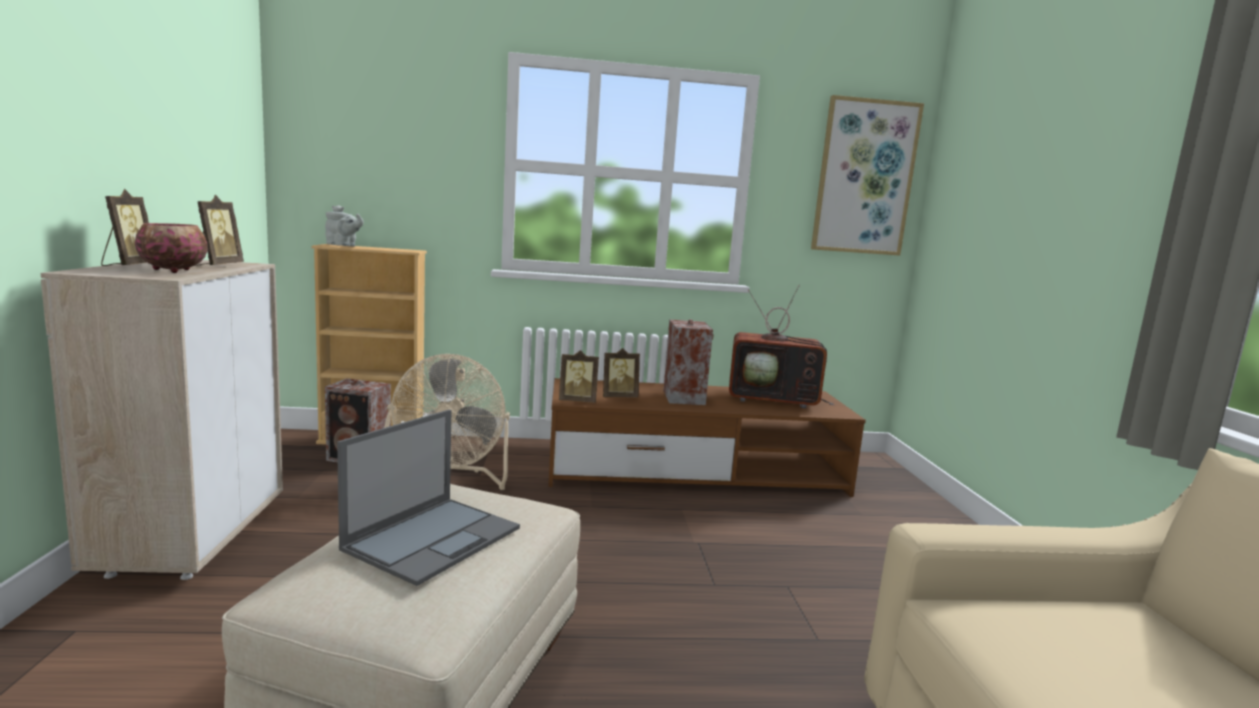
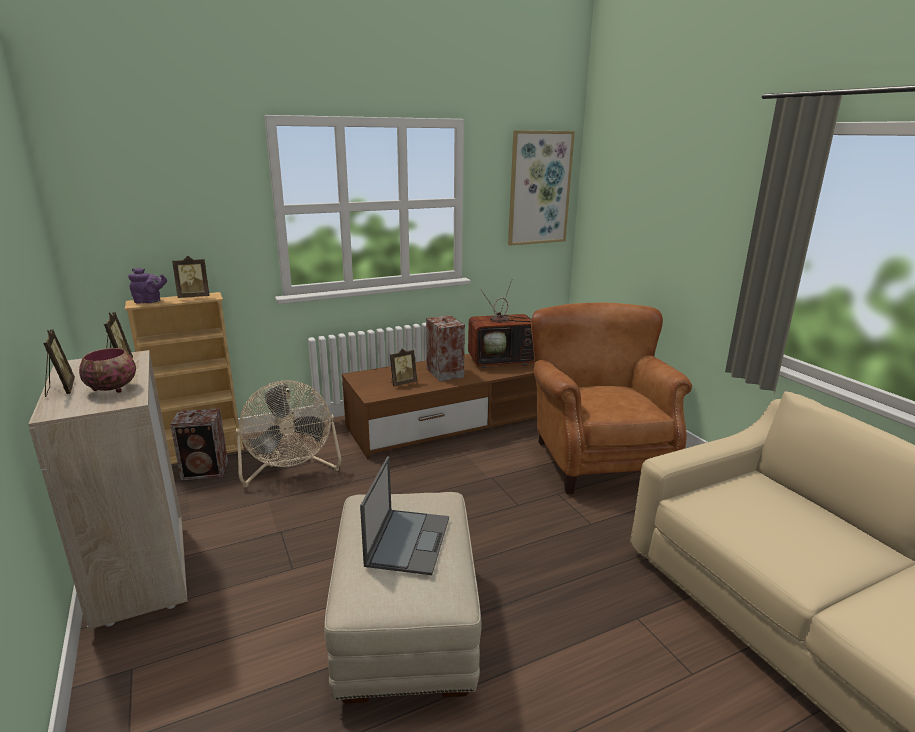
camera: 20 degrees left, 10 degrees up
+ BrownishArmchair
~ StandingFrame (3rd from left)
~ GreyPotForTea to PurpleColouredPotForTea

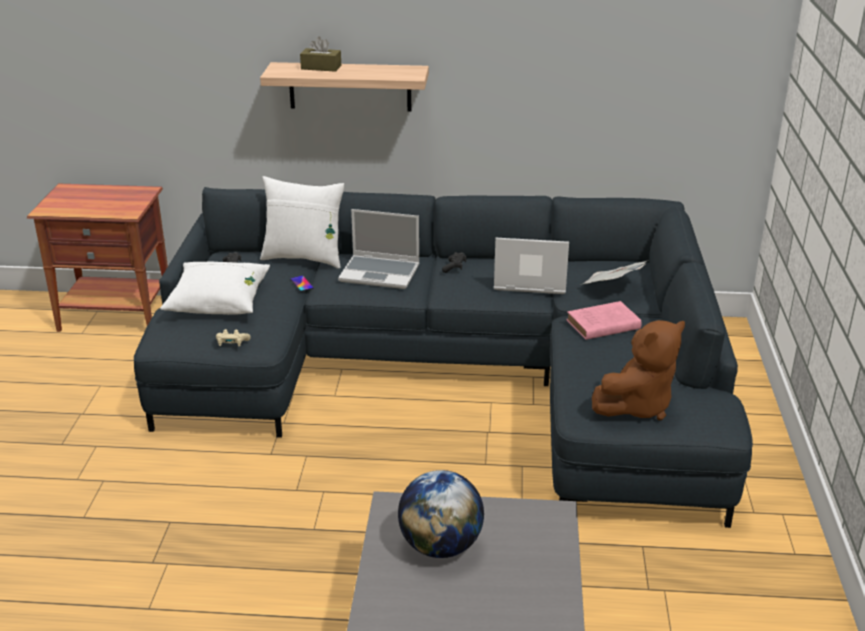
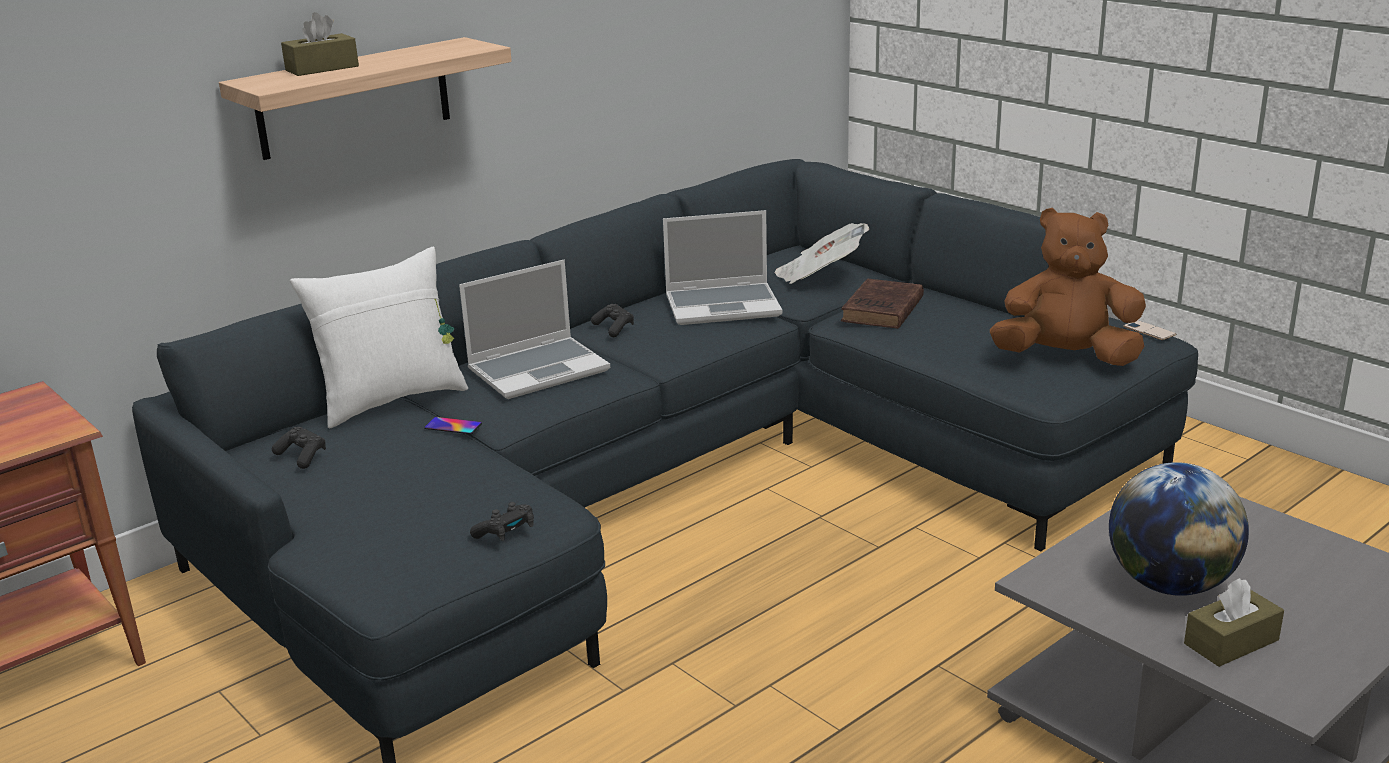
camera: 45 degrees left, 5 degrees down
- WhiteThrowPillow (1st from left)
+ Handset (2nd from left)
+ BrownishTissueHolder (2nd from left)
~ SandColouredGameController to BlackGameController (2nd from left)
~ PinkBook to BrownishBook
~ NotebookComputer (2nd from left) 150 degrees counterclockwise
~ BrownishCuddlyToy 90 degrees counterclockwise

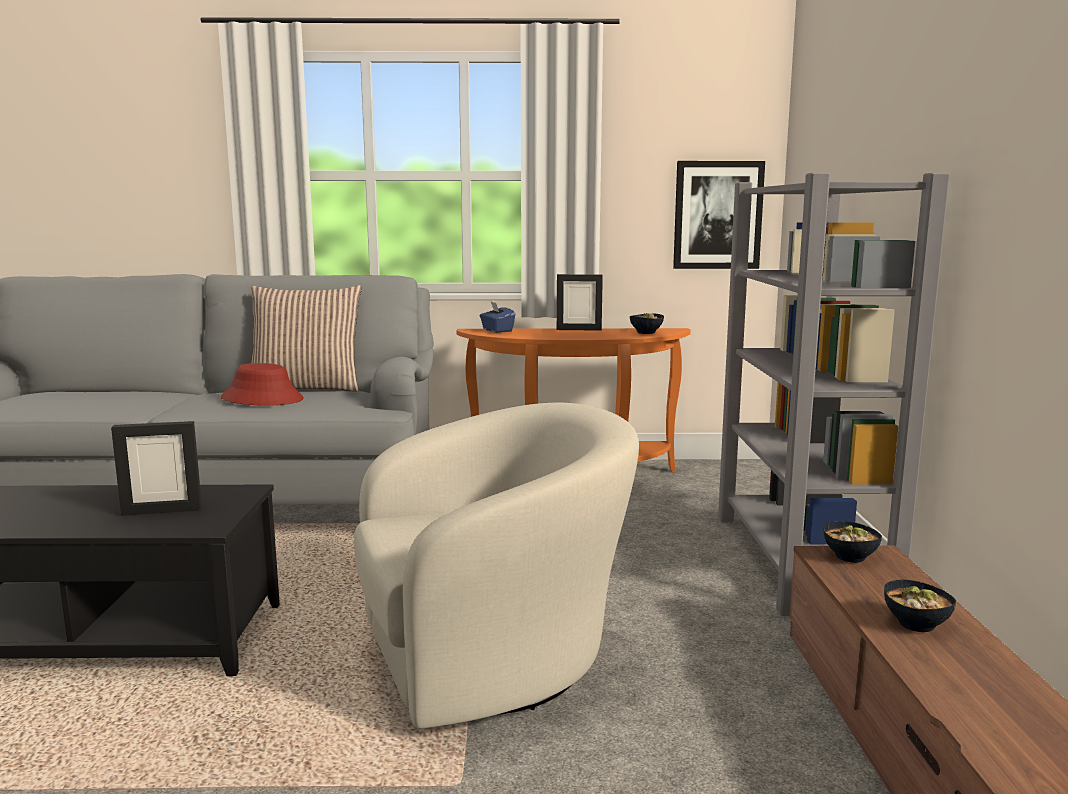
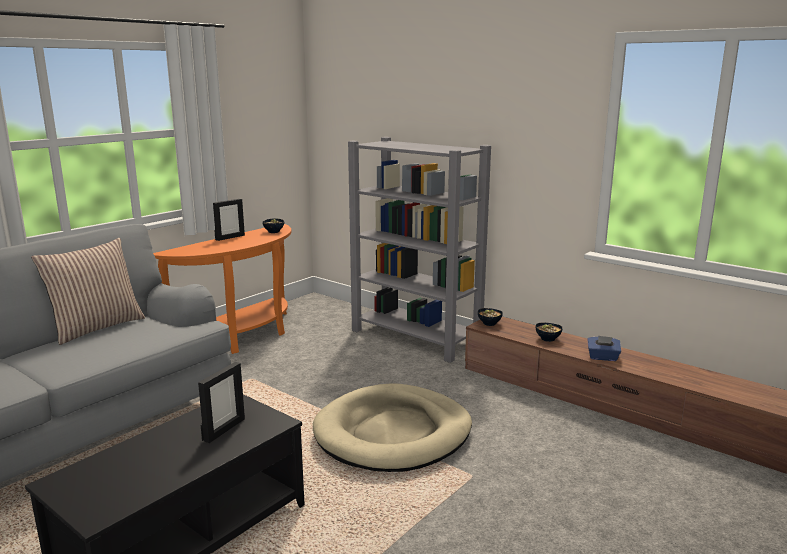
camera: 50 degrees left, 5 degrees up
- ReddishHat
- Picture
~ BlueColouredTissueHolder
~ SandColouredArmchair to SandColouredDogCushion

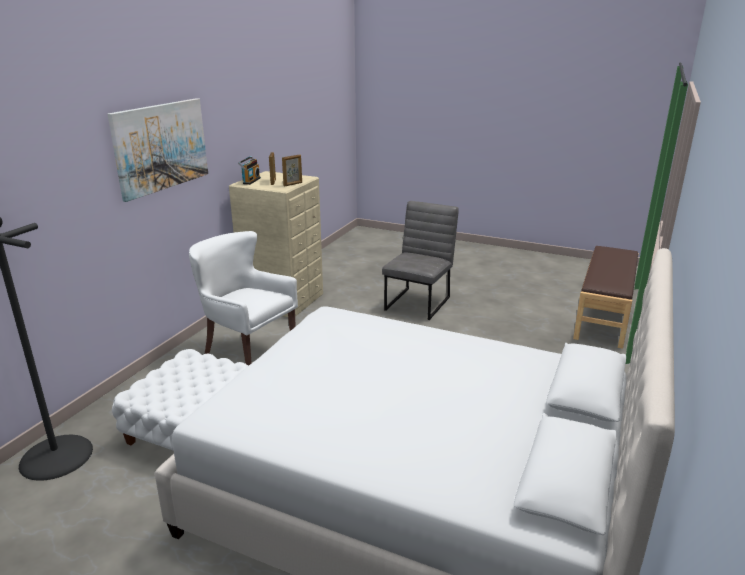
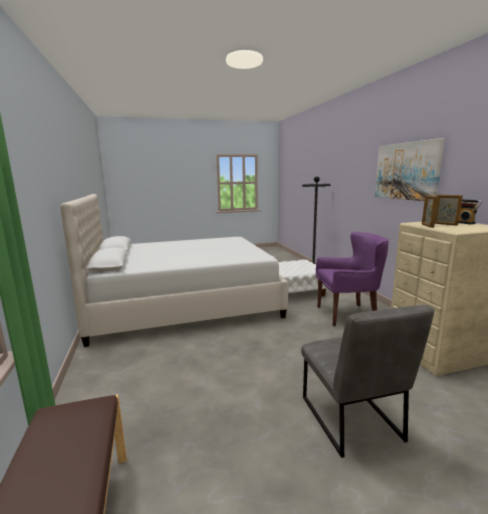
camera: 140 degrees right, 10 degrees down
~ WhiteArmchair to PurpleColouredArmchair

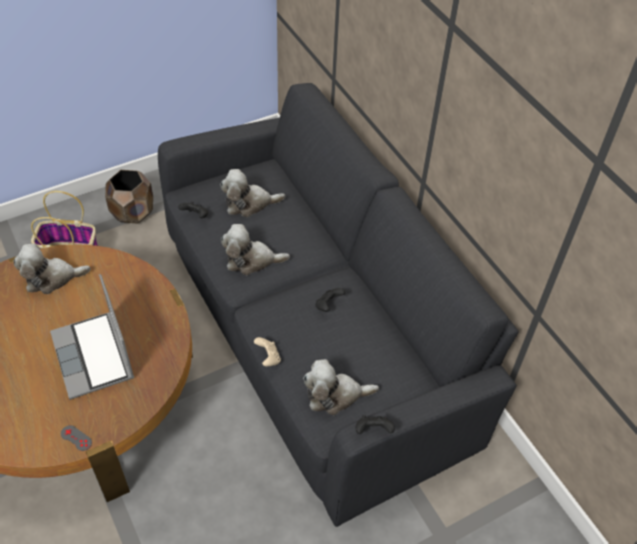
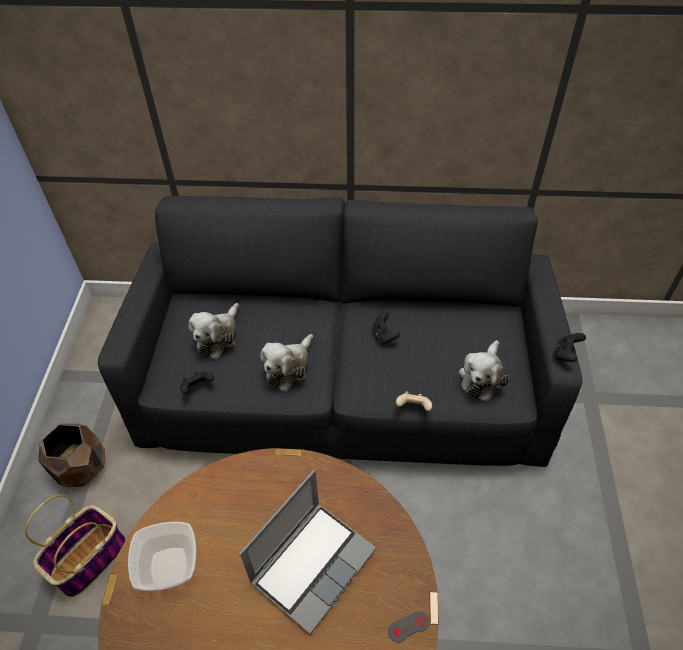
camera: 55 degrees left, 0 degrees up
~ CuddlyToy (1st from left) to Bowl
~ NotebookComputer 60 degrees counterclockwise

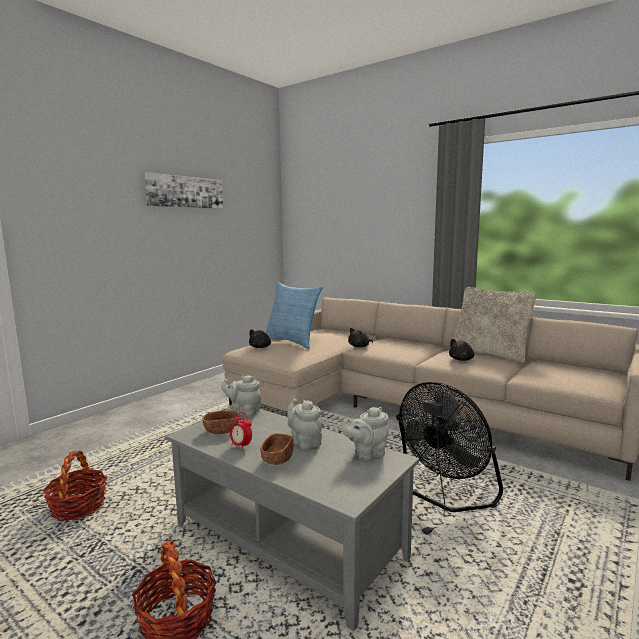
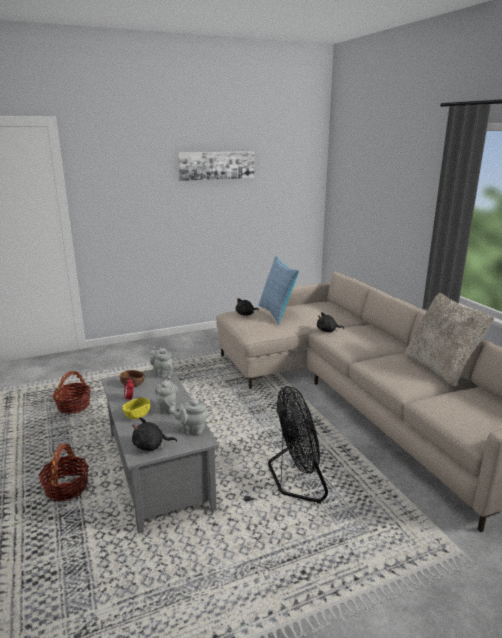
camera: 30 degrees right, 10 degrees up
~ BlackCuddlyToy (3rd from left in the first image) to BlackCuddlyToy (1st from left)
~ BrownishBowl (2nd from left) to YellowBowl

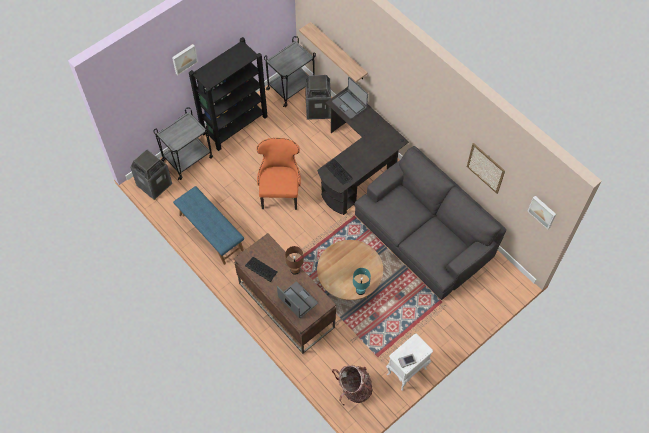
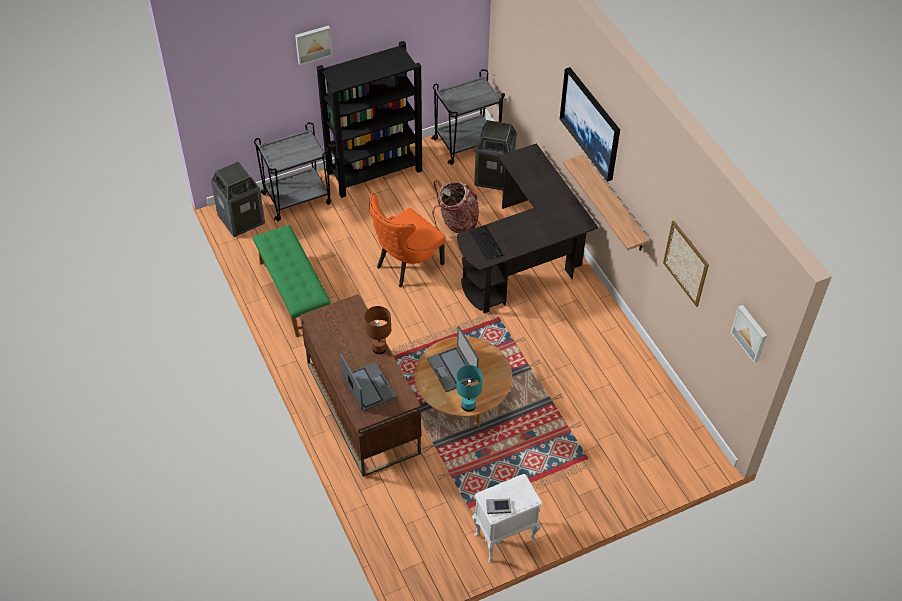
camera: 15 degrees right, 10 degrees down
- ComputerKeyboard (1st from left)
- GreySettee
+ Picture (2nd from left)
~ BracketShelf
~ NotebookComputer (2nd from left)
~ Rucksack
~ BlueColouredIndoorBench to GreenishIndoorBench
~ OrangeColouredChair 150 degrees counterclockwise

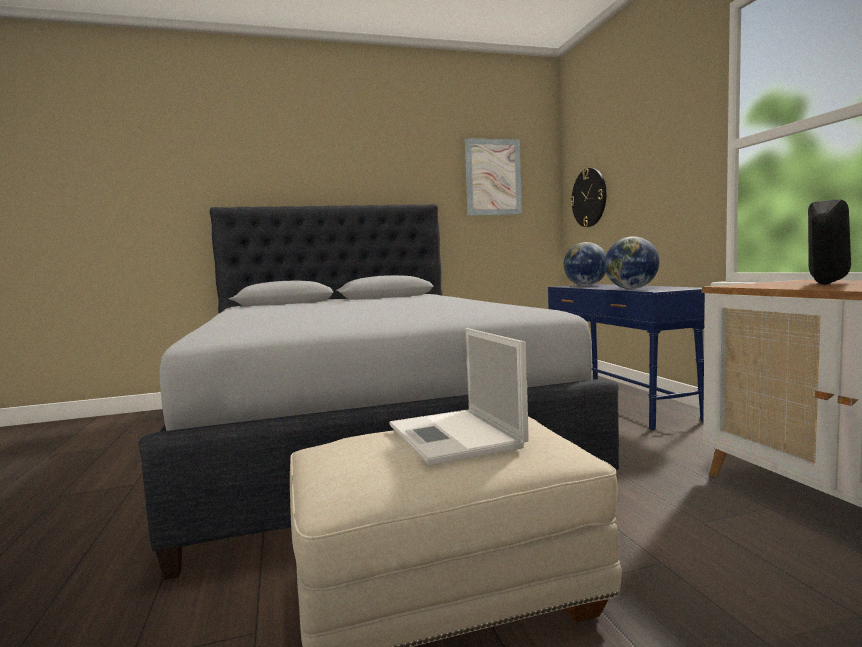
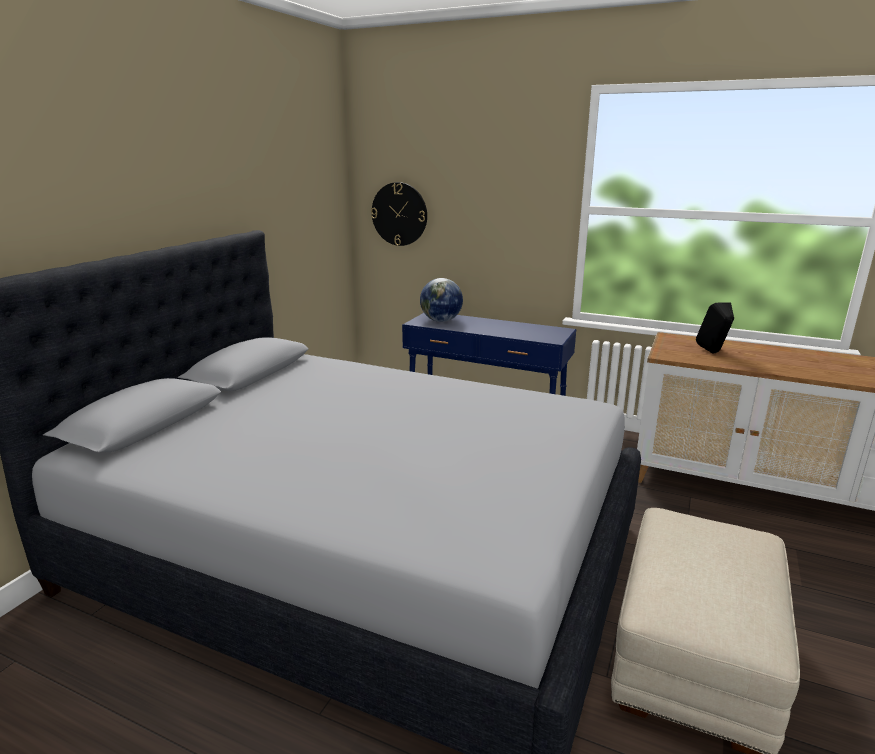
camera: 50 degrees left, 15 degrees up
- NotebookComputer
- Picture
- Globe (2nd from left)

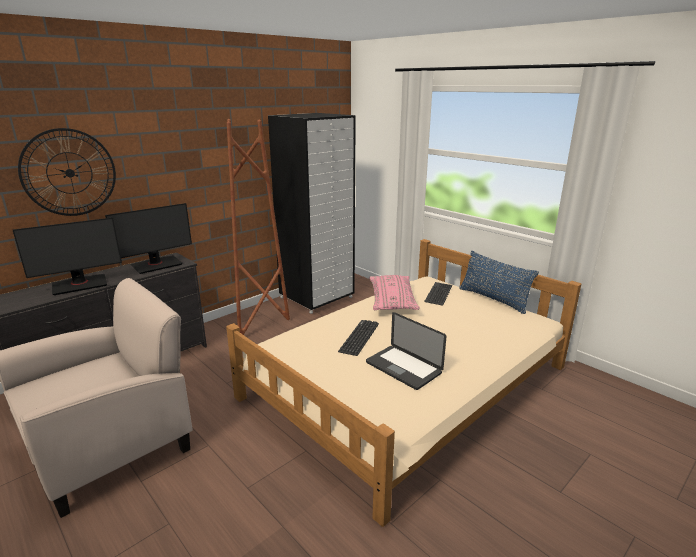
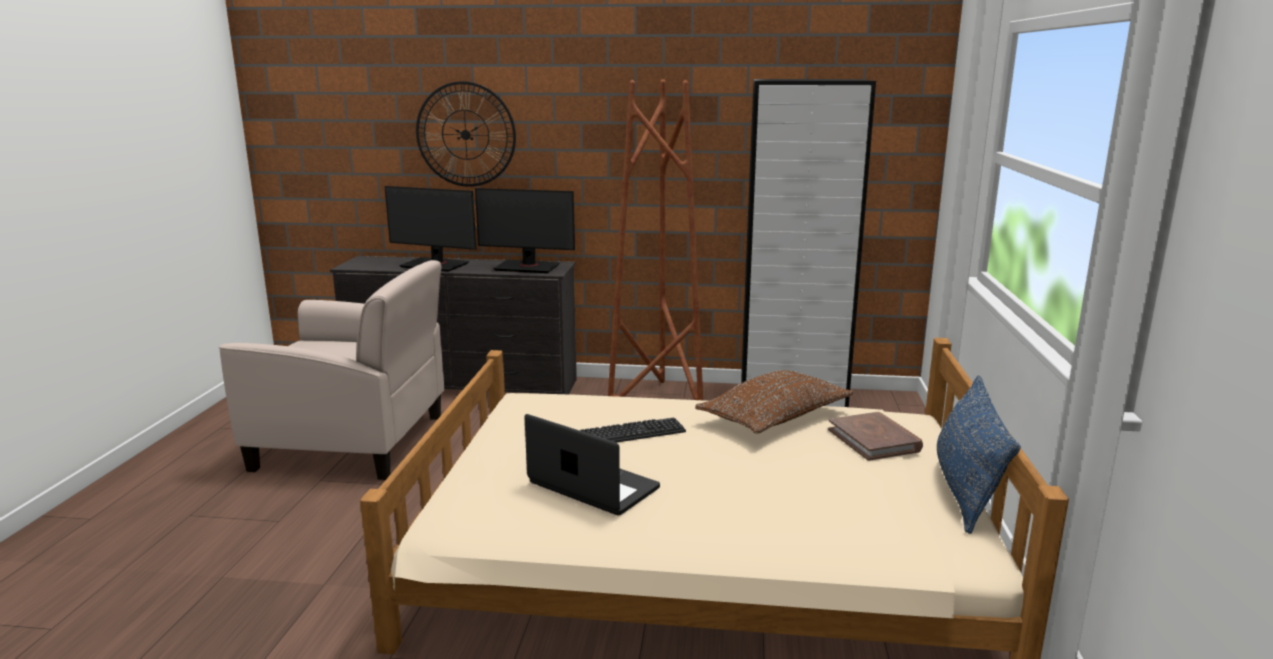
camera: 50 degrees right, 5 degrees down
~ ComputerKeyboard (2nd from left) to BrownishBook
~ PinkThrowPillow to BrownishThrowPillow
~ NotebookComputer 120 degrees clockwise

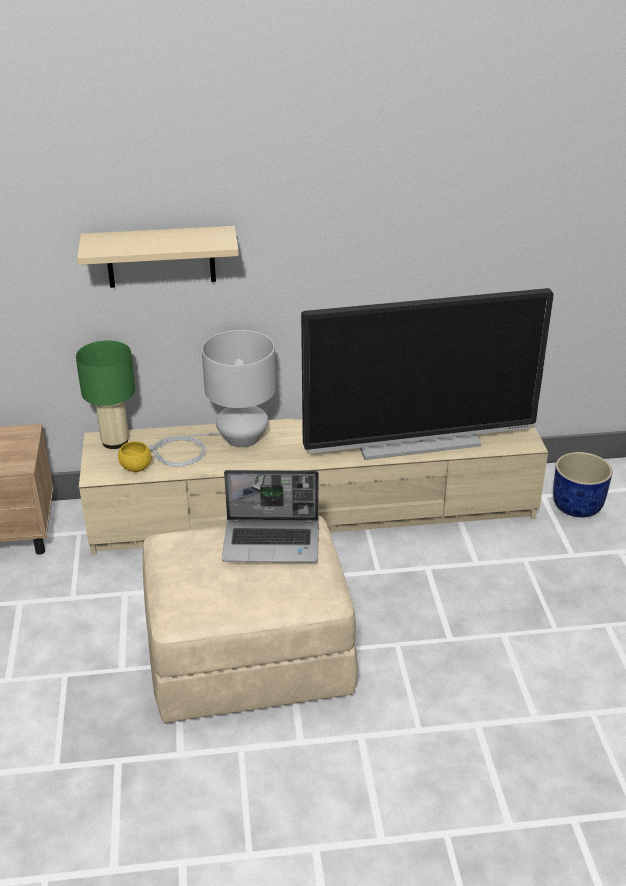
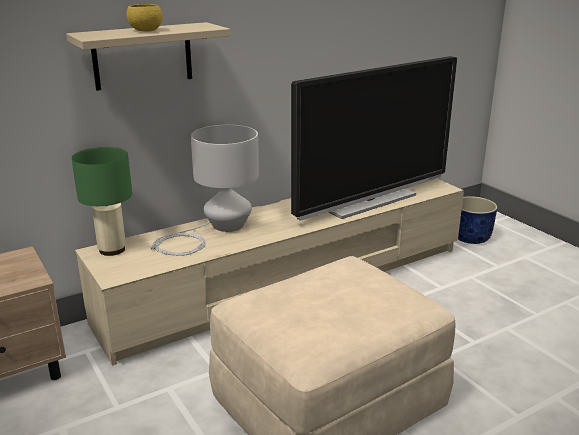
camera: 25 degrees left, 10 degrees down
- NotebookComputer
~ YellowBowl

